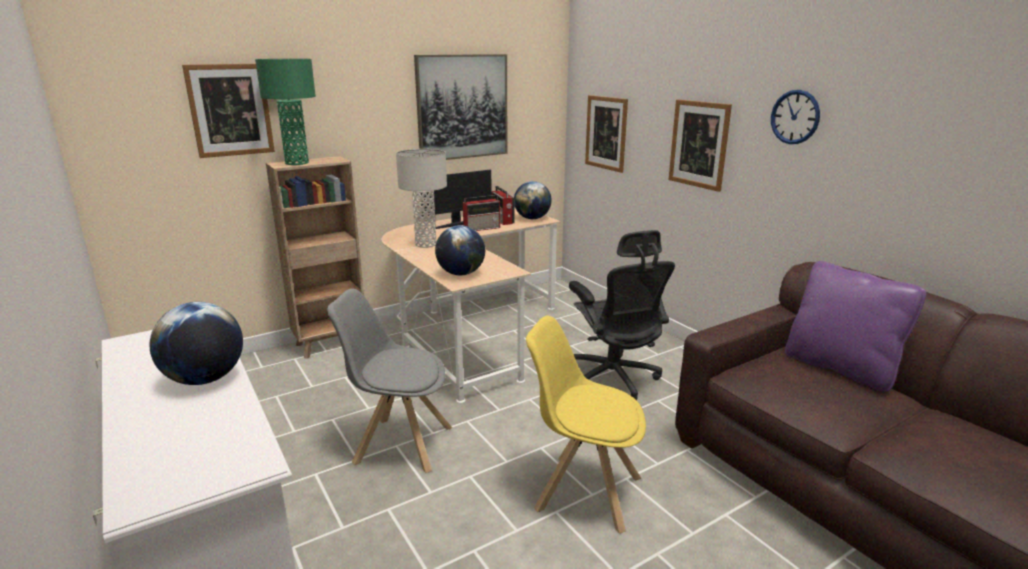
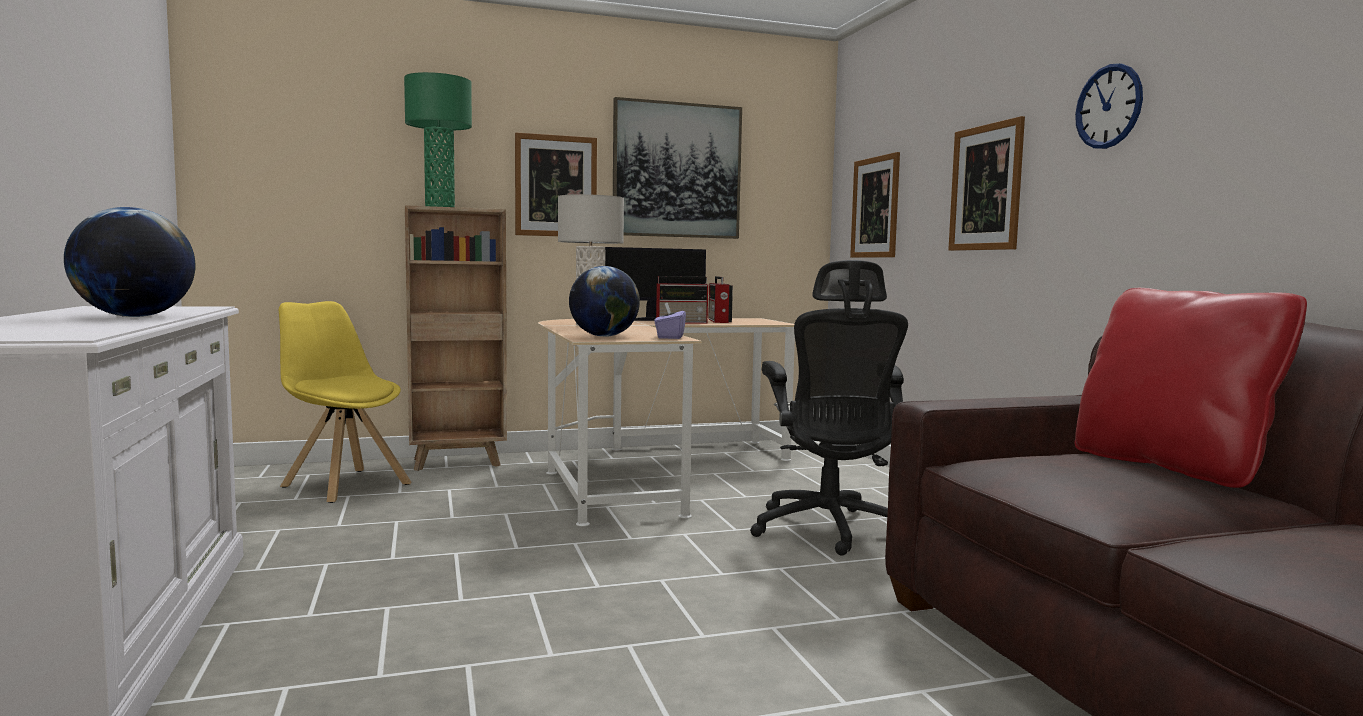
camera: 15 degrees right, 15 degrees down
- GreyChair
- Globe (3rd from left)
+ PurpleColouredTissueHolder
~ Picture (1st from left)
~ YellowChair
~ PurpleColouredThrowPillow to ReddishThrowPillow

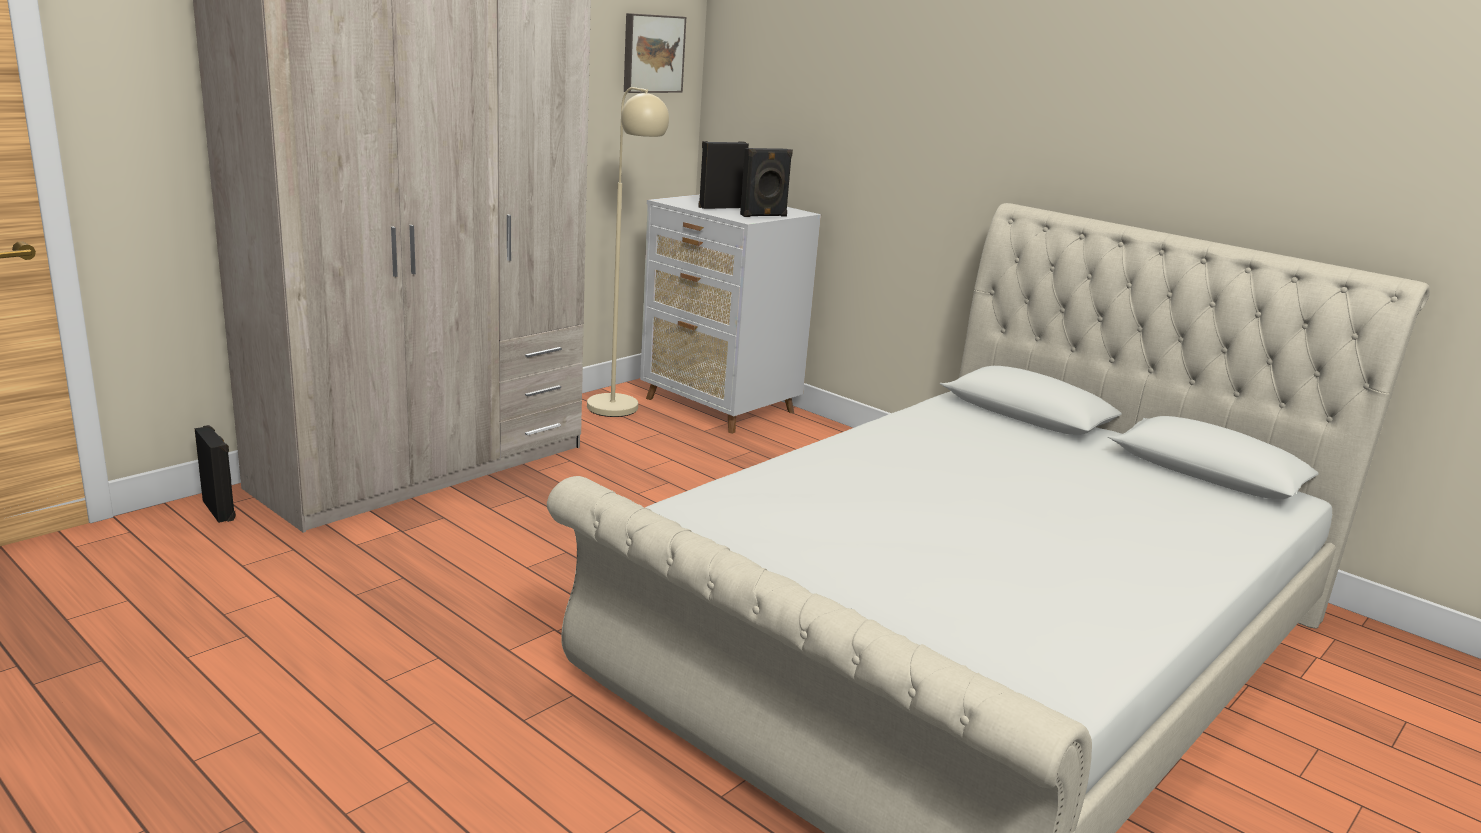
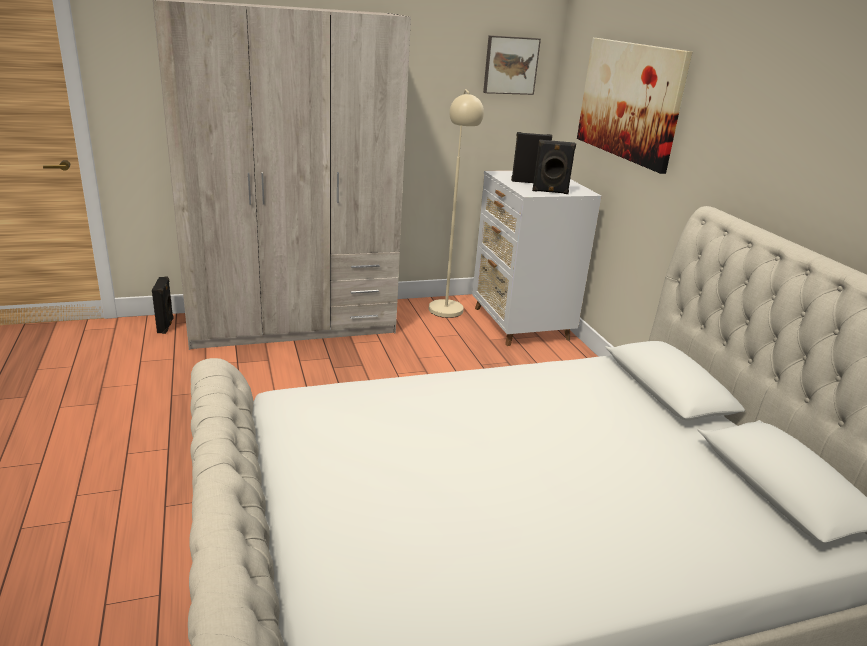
camera: 30 degrees right, 5 degrees up
+ Picture (2nd from left)

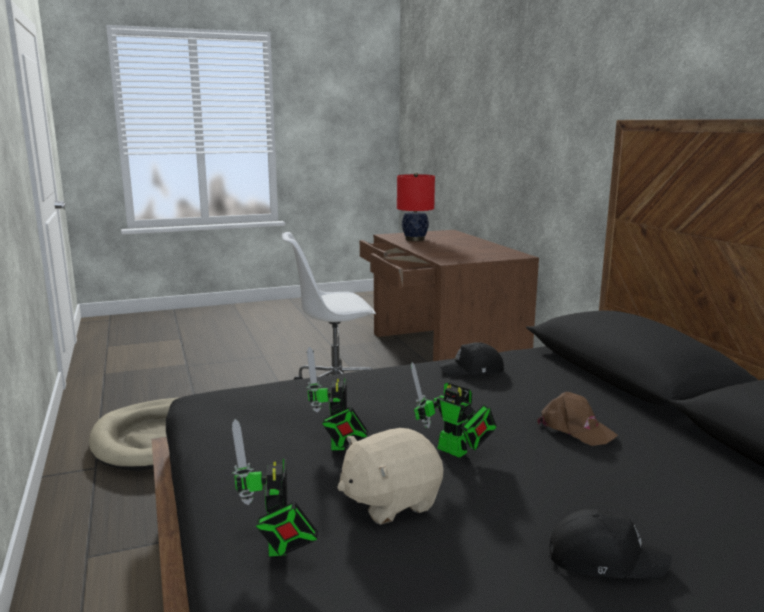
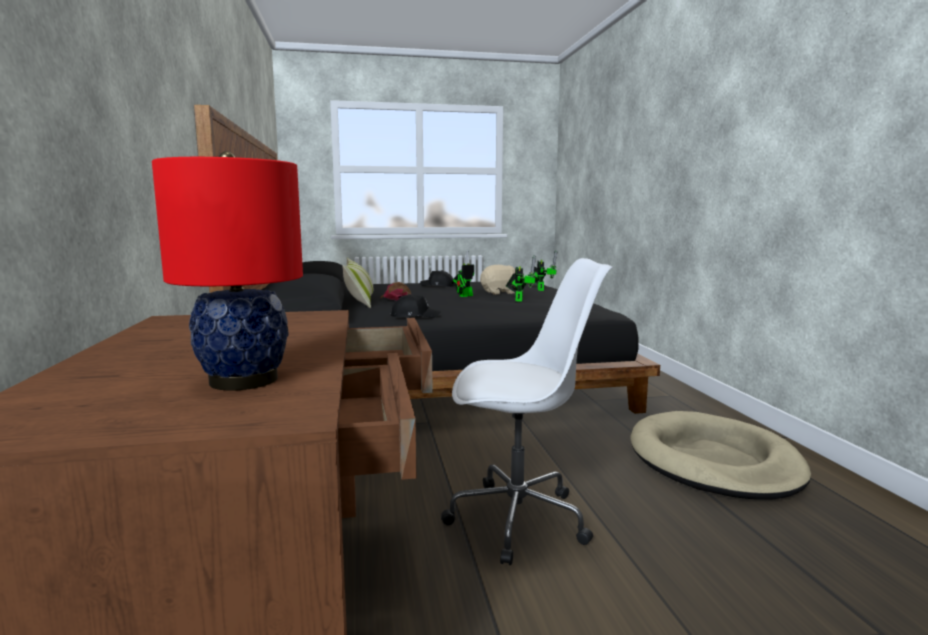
camera: 170 degrees left, 5 degrees down
+ ThrowPillow
~ ToyRobot (3rd from left in the first image) 90 degrees counterclockwise

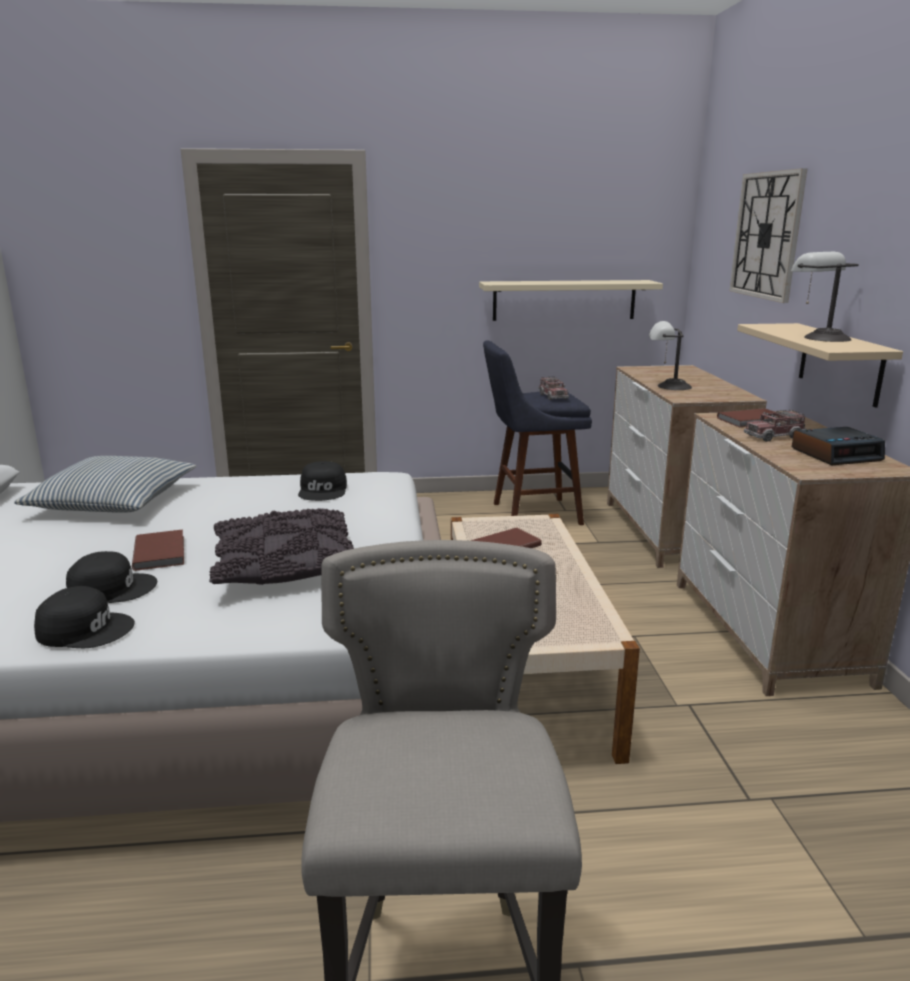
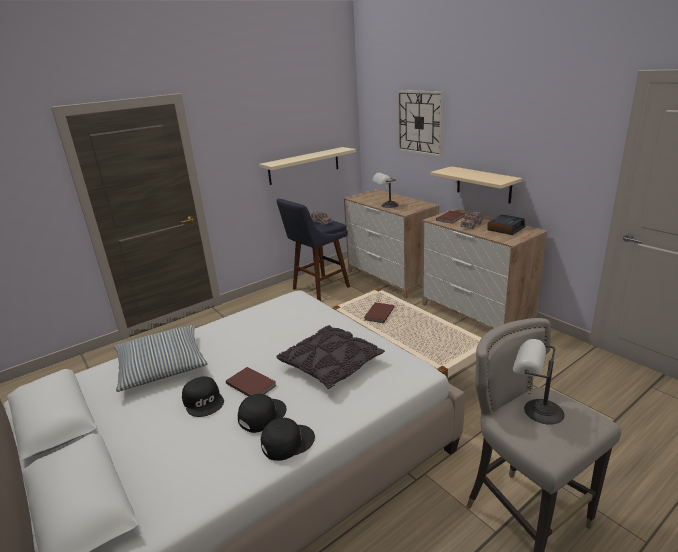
camera: 30 degrees left, 5 degrees up
~ BlackCap (3rd from left in the first image) to BlackCap (1st from left)
~ TabletopLamp (2nd from left)

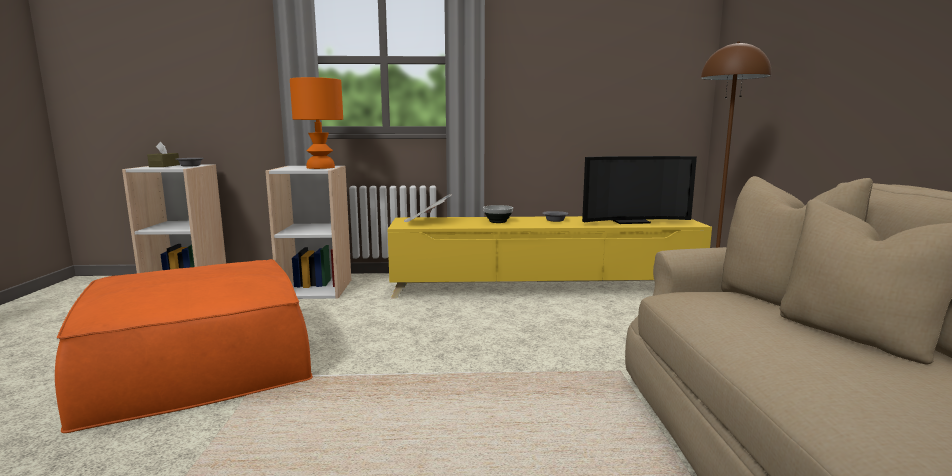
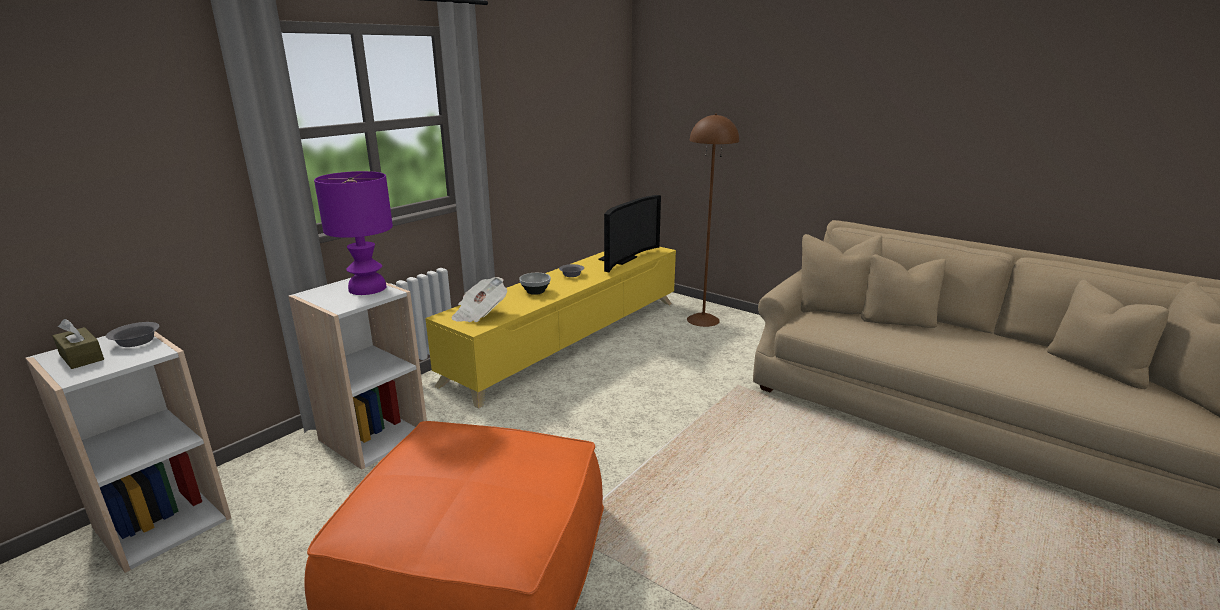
camera: 50 degrees left, 10 degrees up
~ OrangeColouredTabletopLamp to PurpleColouredTabletopLamp

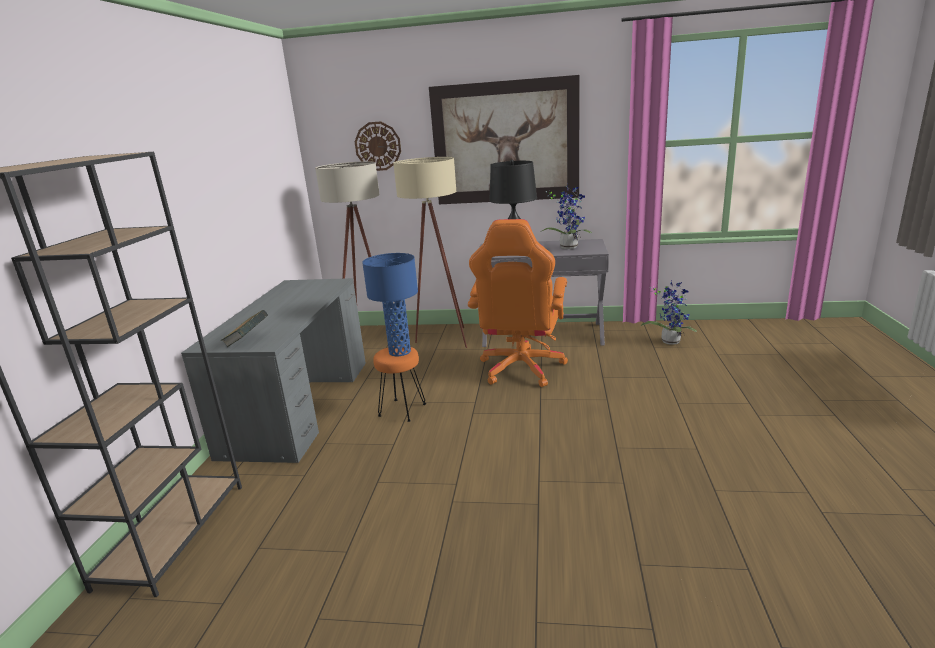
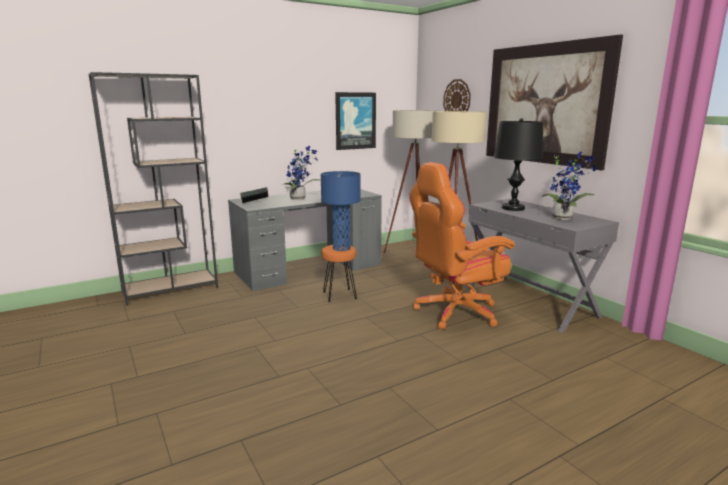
camera: 50 degrees right, 5 degrees down
+ Picture (1st from left)
~ PottedPlant (2nd from left in the first image) to PottedPlant (1st from left)

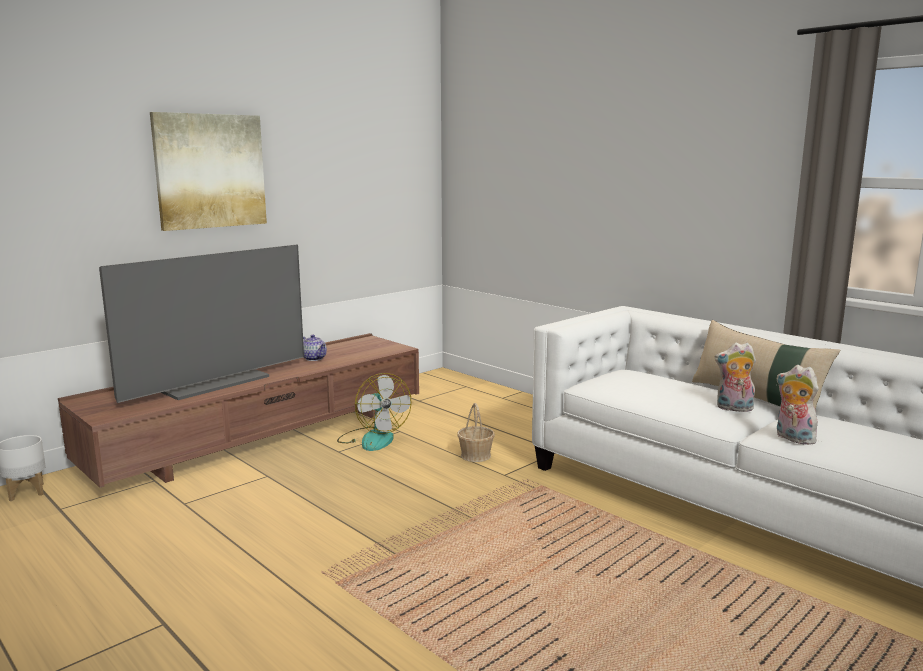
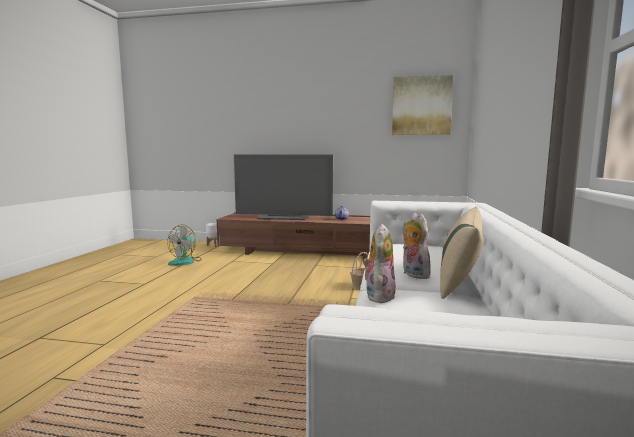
camera: 55 degrees right, 5 degrees down
~ Picture
~ CoolingFan

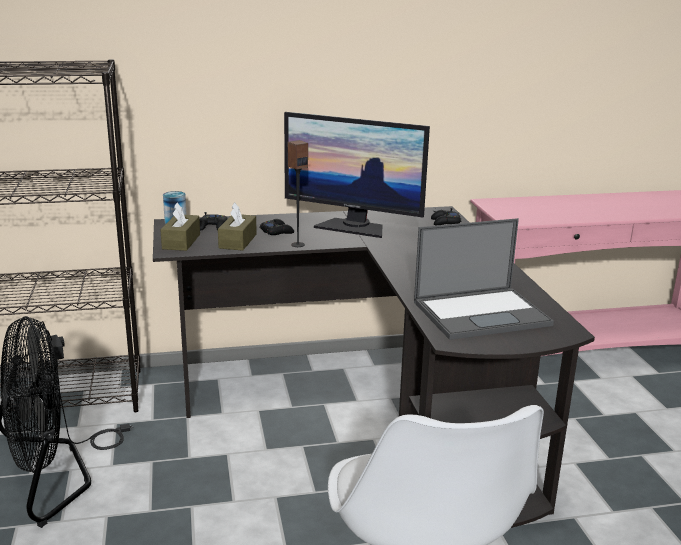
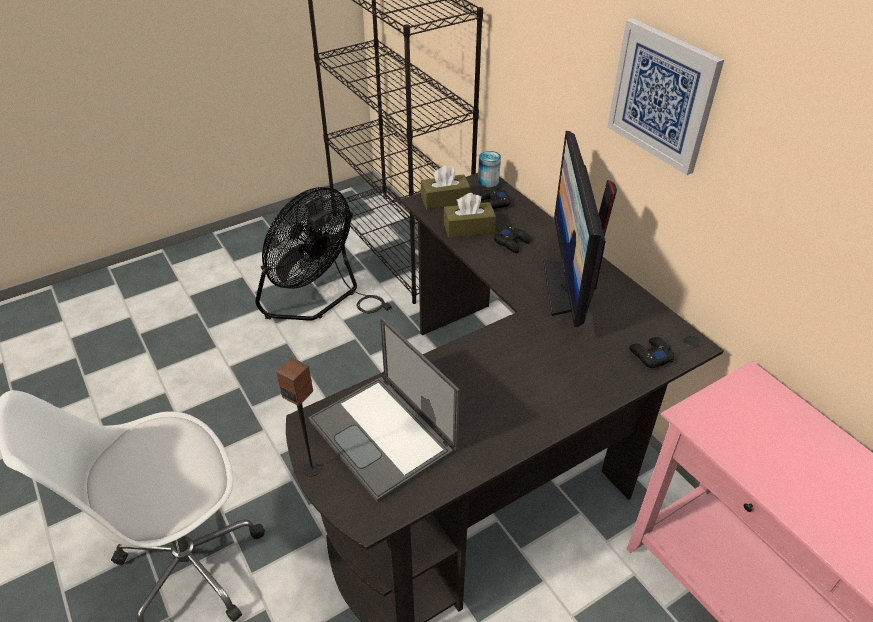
camera: 70 degrees right, 20 degrees up
+ Picture
~ Loudspeaker

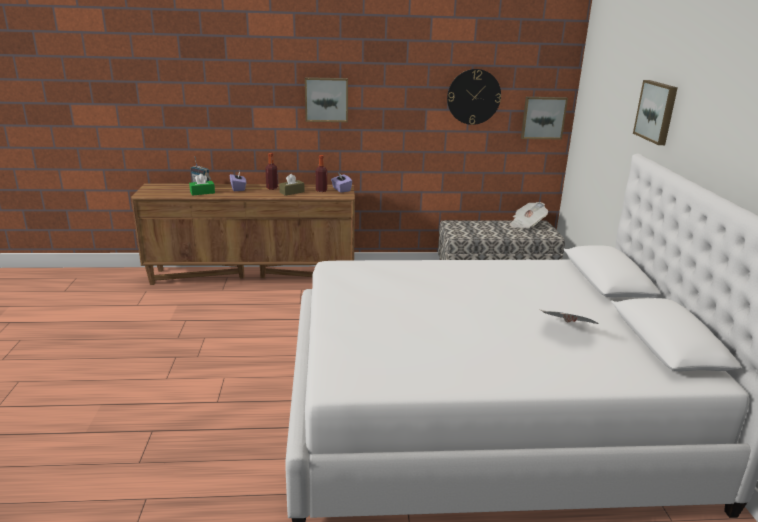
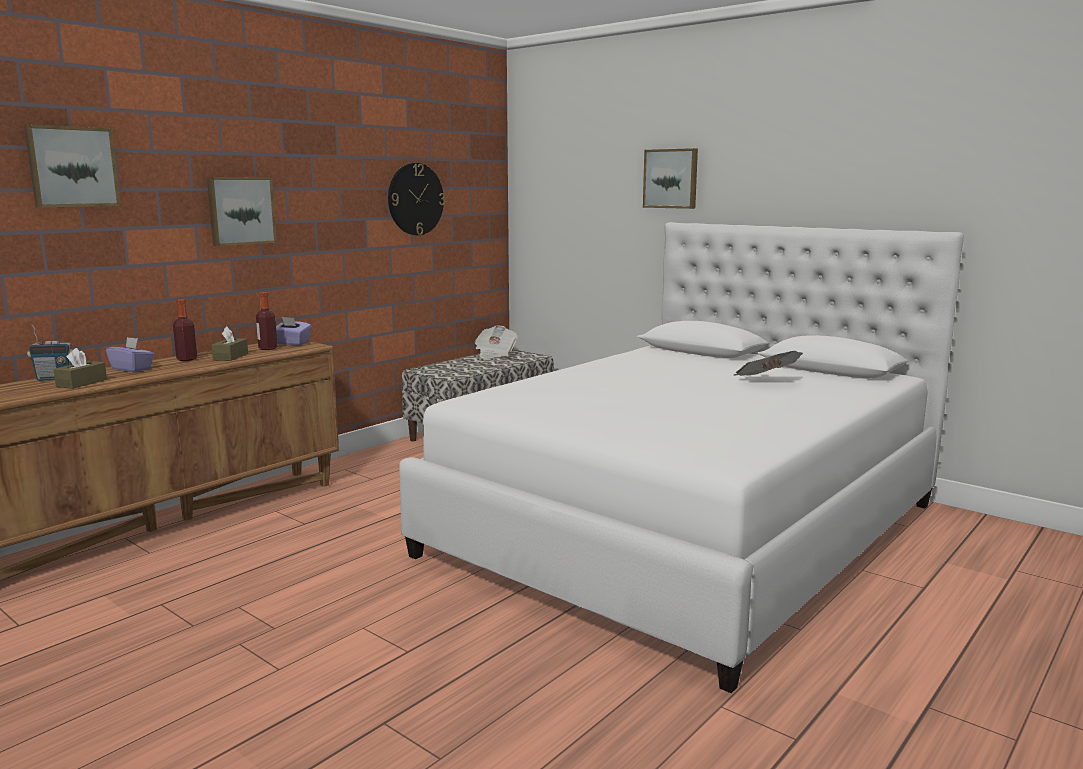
camera: 45 degrees left, 10 degrees down
~ Picture (2nd from left in the first image) to Picture (1st from left)
~ GreenishTissueHolder to BrownishTissueHolder (1st from left)

